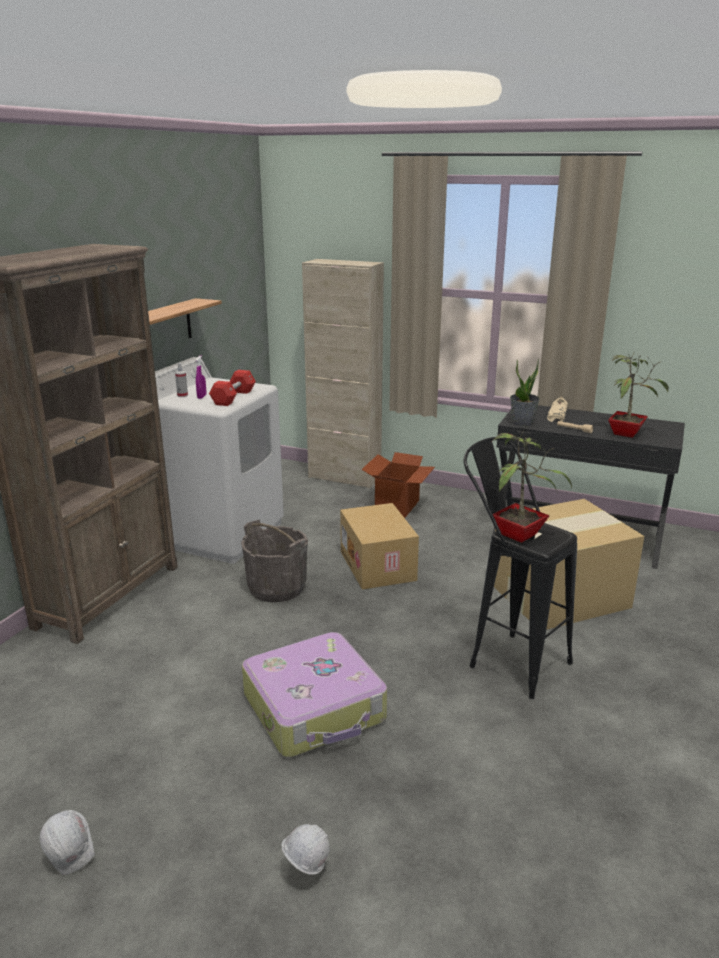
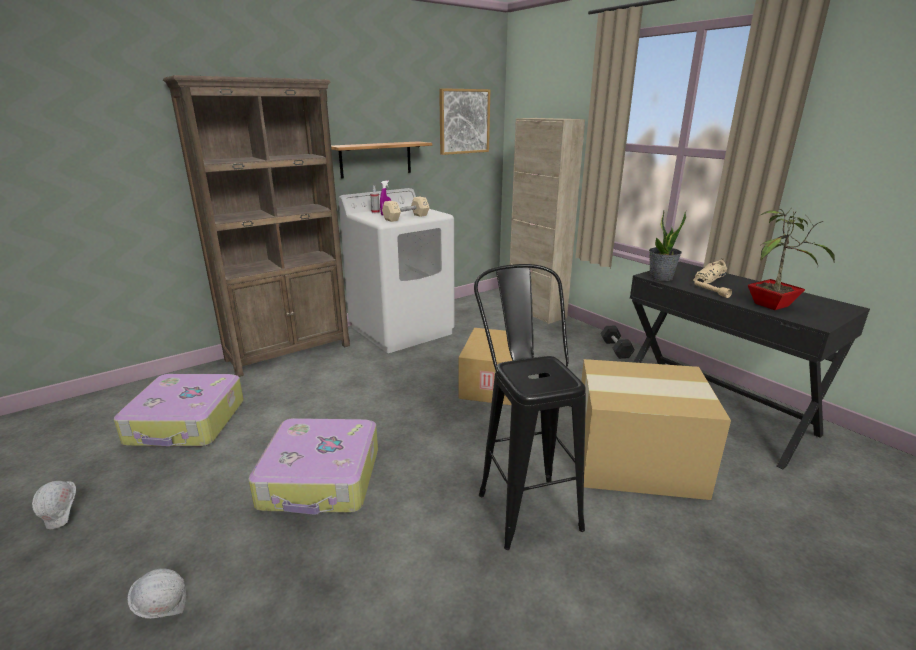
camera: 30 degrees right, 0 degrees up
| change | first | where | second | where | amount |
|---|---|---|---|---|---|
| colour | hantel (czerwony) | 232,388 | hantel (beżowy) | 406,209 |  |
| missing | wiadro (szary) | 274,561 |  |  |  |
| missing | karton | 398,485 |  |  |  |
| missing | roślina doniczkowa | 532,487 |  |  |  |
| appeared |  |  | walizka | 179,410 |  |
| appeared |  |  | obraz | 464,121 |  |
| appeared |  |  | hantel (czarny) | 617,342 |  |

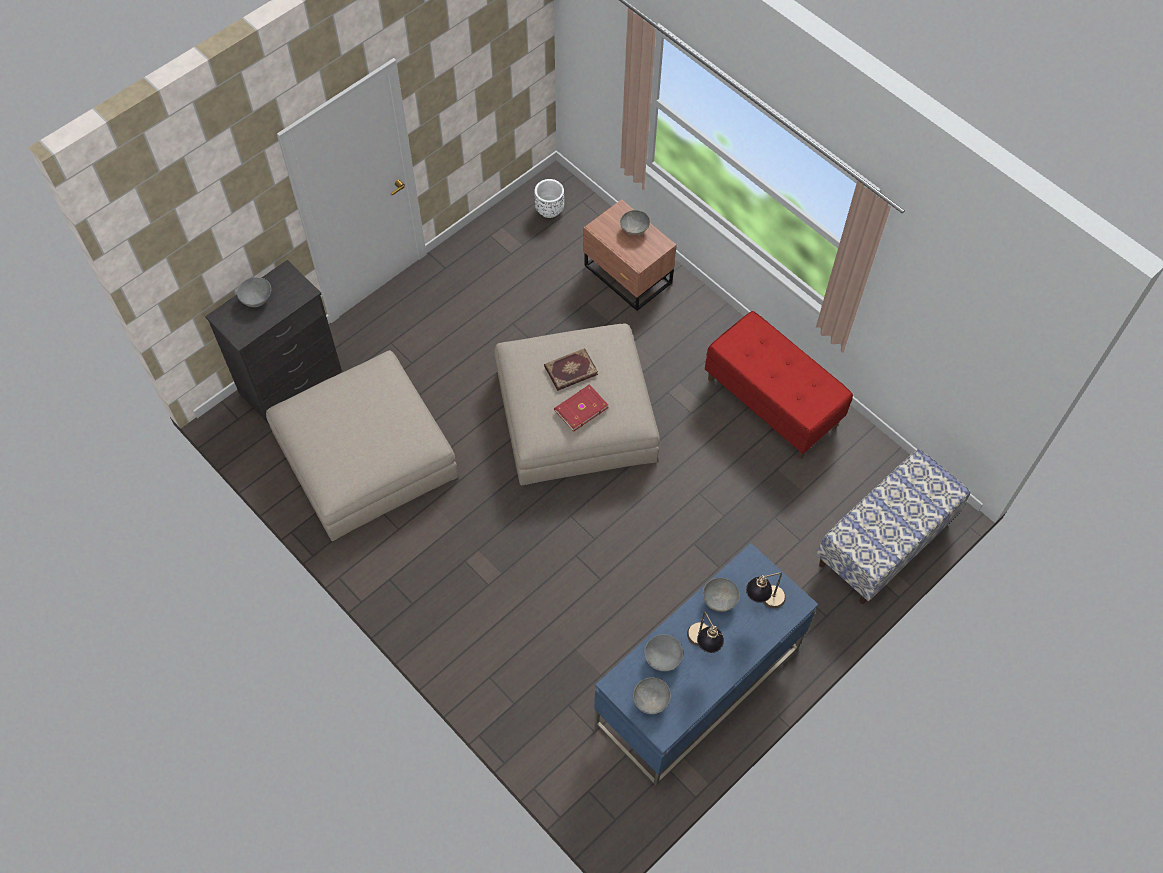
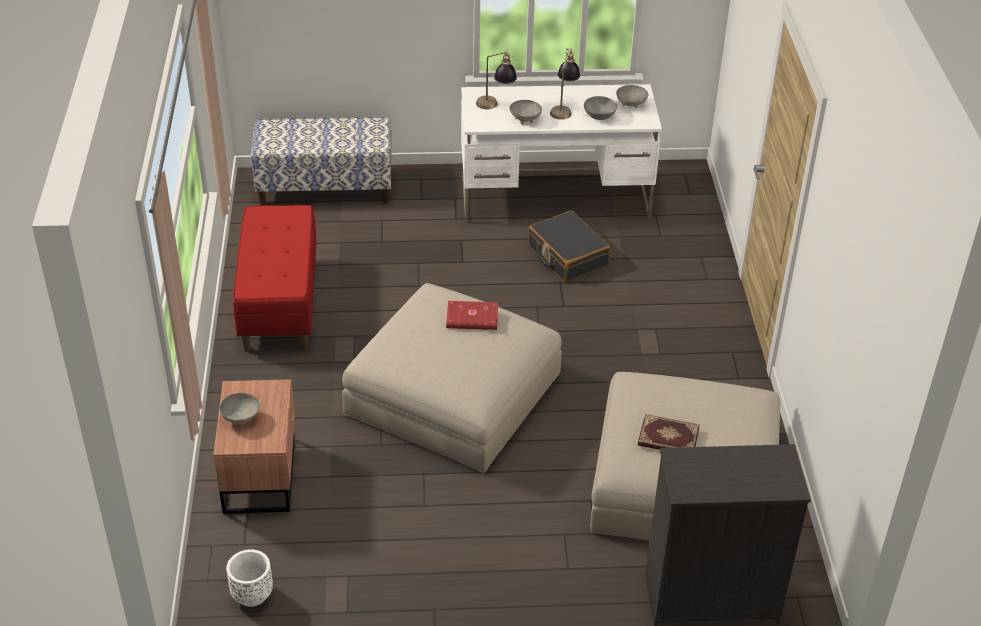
camera: 140 degrees left, 20 degrees down
| change | first | where | second | where | amount |
|---|---|---|---|---|---|
| missing | miska (szary) | 254,292 |  |  |  |
| relocated | książka | 571,369 |  | 669,432 |  |
| colour | biurko (niebieski) | 706,664 | biurko (biały) | 561,153 |  |
| appeared |  |  | walizka (czarny) | 569,246 |  |

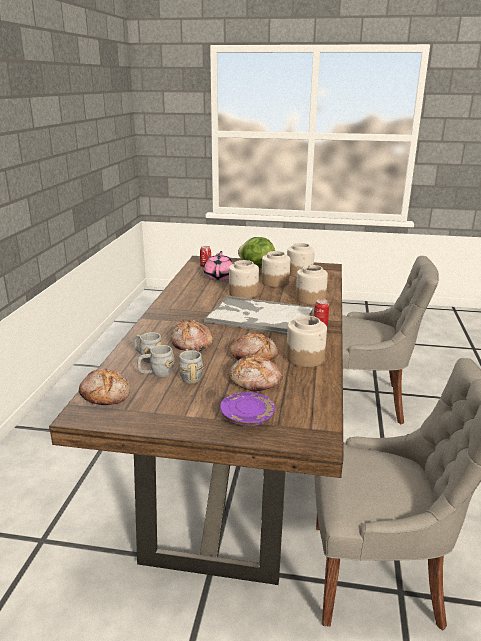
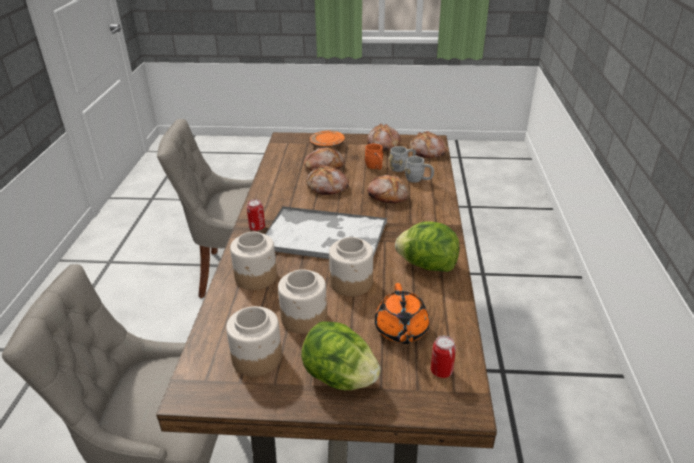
camera: 175 degrees right, 10 degrees up
| change | first | where | second | where | amount |
|---|---|---|---|---|---|
| colour | kubek (szary) | 190,366 | kubek (pomarańczowy) | 373,157 |  |
| colour | imbryk (różowy) | 218,265 | imbryk (pomarańczowy) | 402,313 |  |
| colour | talerz (fioletowy) | 247,409 | talerz (pomarańczowy) | 327,140 |  |
| missing | słoik | 306,341 |  |  |  |
| appeared |  |  | chleb | 384,137 |  |
| appeared |  |  | sałata | 427,246 |  |

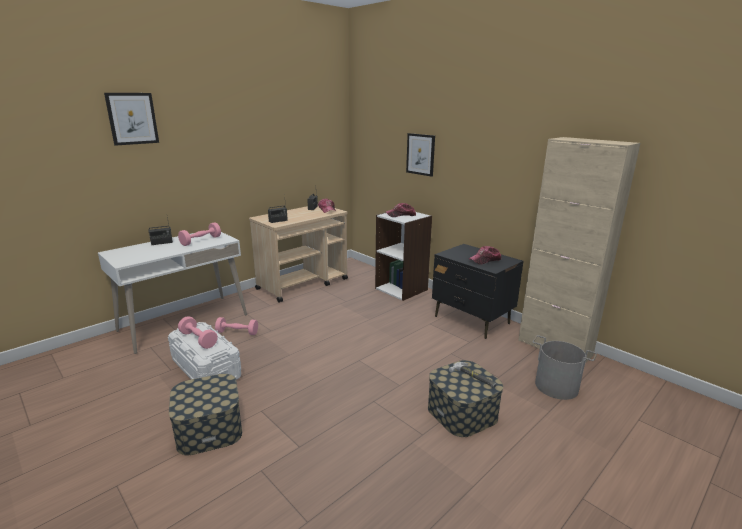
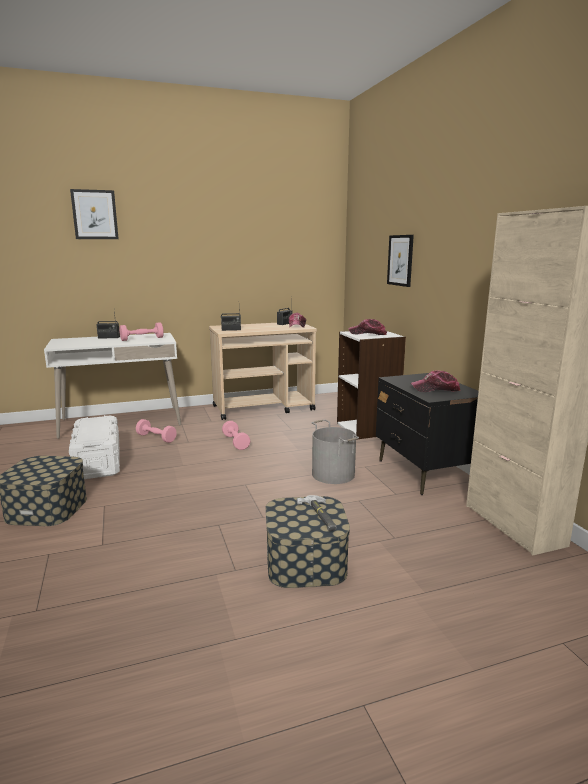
camera: 25 degrees right, 5 degrees down
| change | first | where | second | where | amount |
|---|---|---|---|---|---|
| relocated | hantel (różowy) | 198,332 |  | 236,435 |  |
| relocated | wiadro (szary) | 564,367 |  | 335,452 |  |

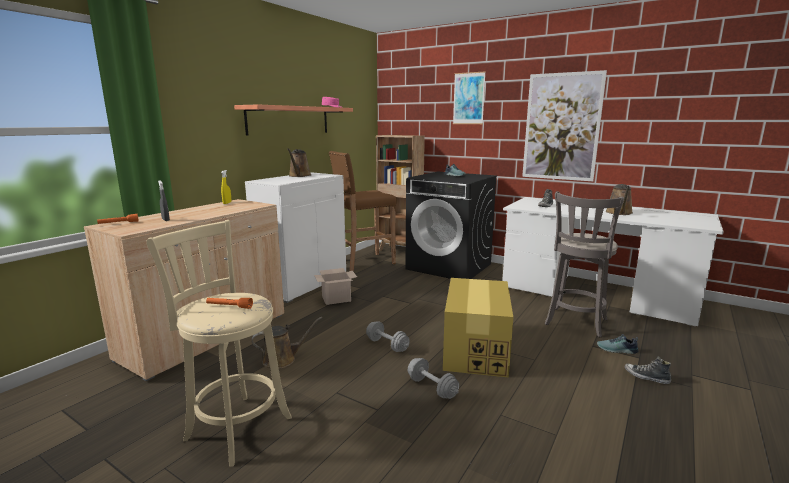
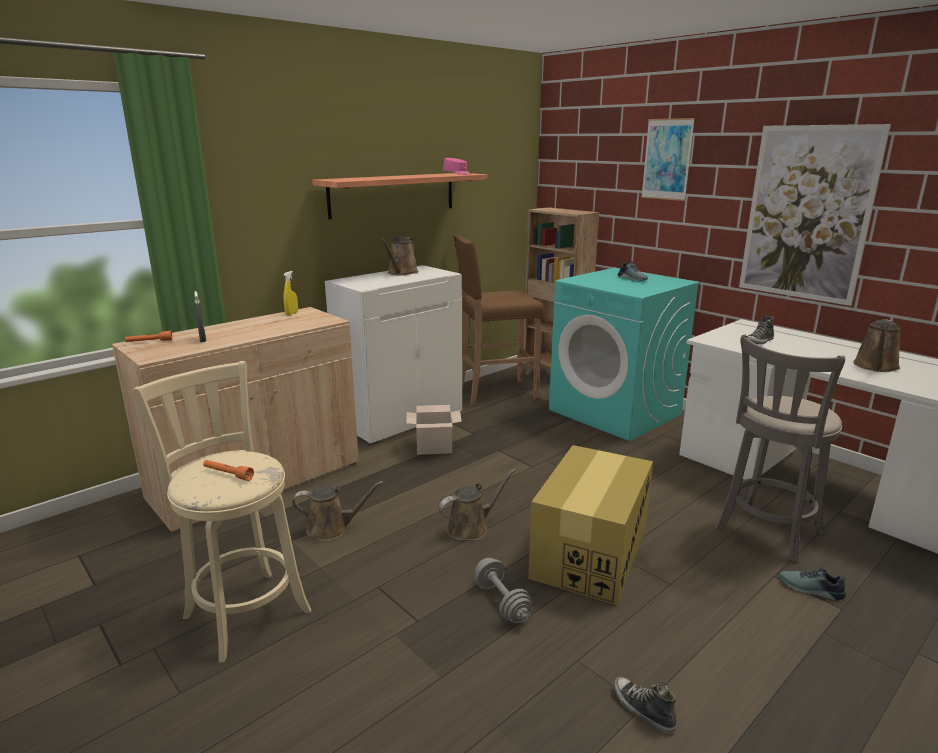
camera: 15 degrees right, 5 degrees up
| change | first | where | second | where | amount |
|---|---|---|---|---|---|
| exchanged | hantel (szary) | 388,336 | konewka (brązowy) | 477,505 |  |
| colour | pralka (czarny) | 451,225 | pralka (turkusowy) | 624,354 |  |
| relocated | but | 647,370 |  | 645,705 |  |

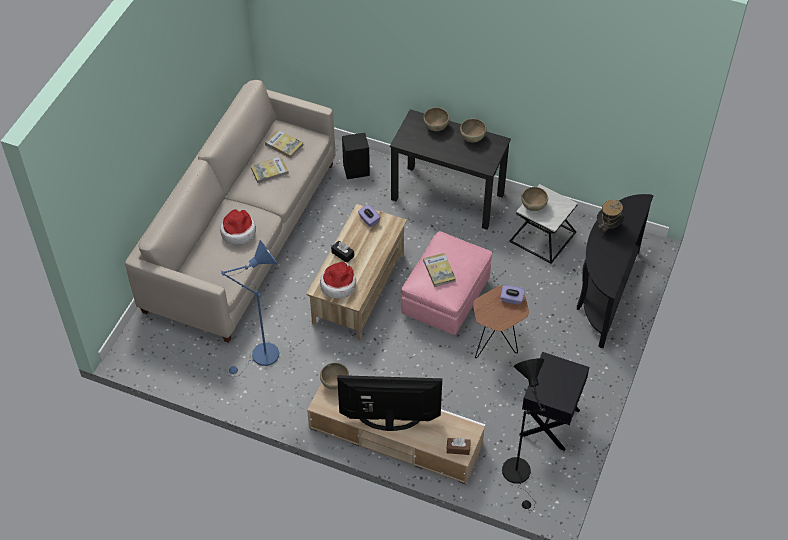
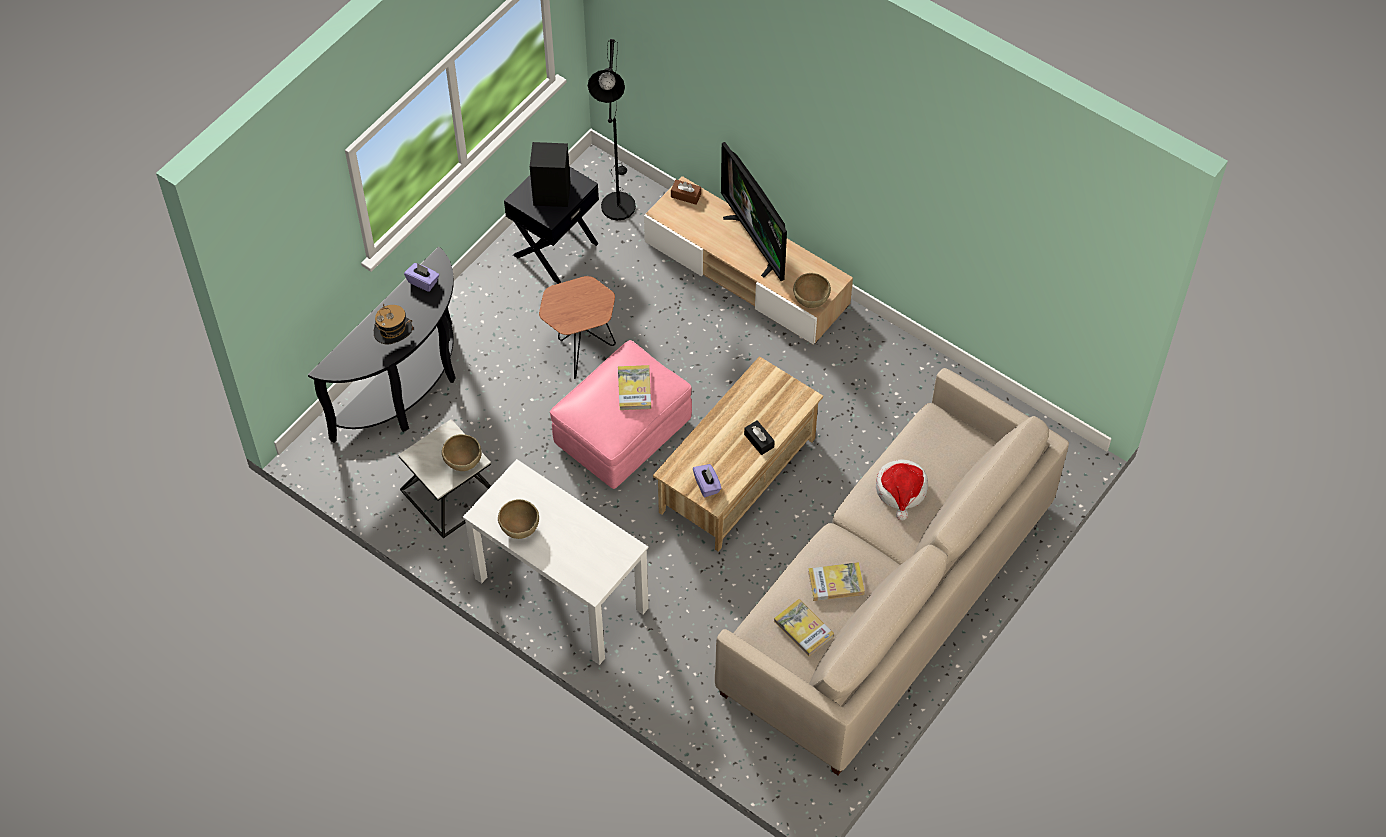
camera: 165 degrees left, 5 degrees up
| change | first | where | second | where | amount |
|---|---|---|---|---|---|
| missing | lampa stojąca (niebieski) | 250,308 |  |  |  |
| missing | kapelusz | 338,280 |  |  |  |
| spun | telewizor | 389,403 |  | 754,211 | 45 degrees clockwise |
| relocated | głośnik (czarny) | 356,156 |  | 550,174 |  |
| colour | biurko (czarny) | 450,169 | biurko (biały) | 556,562 |  |
| missing | miska (brązowy) | 436,119 |  |  |  |
| relocated | pudełko chusteczek (fioletowy) | 512,295 |  | 421,277 |  |

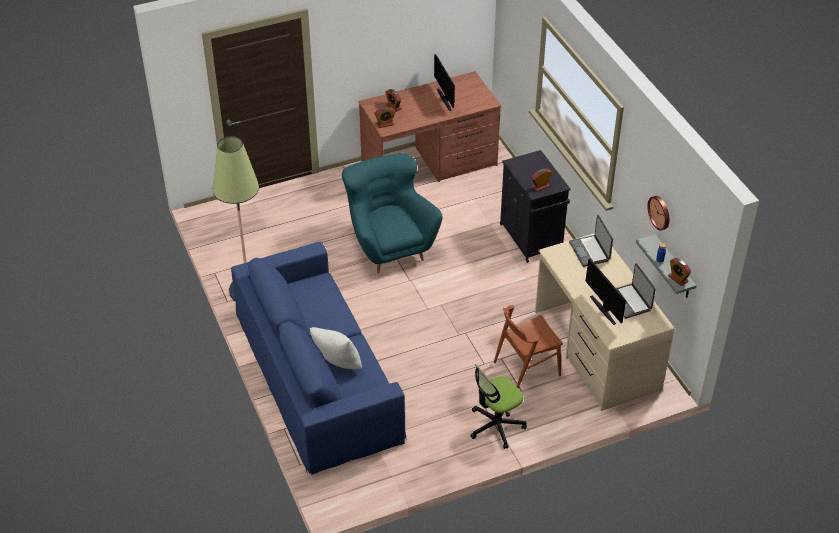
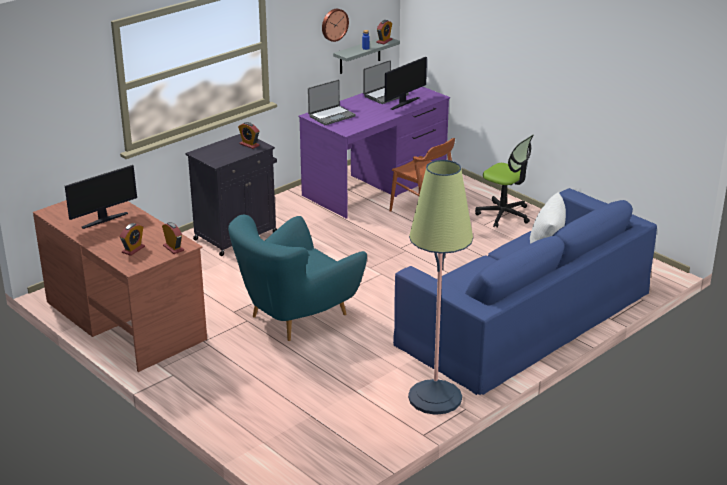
camera: 110 degrees left, 15 degrees down
| change | first | where | second | where | amount |
|---|---|---|---|---|---|
| colour | biurko (beżowy) | 605,322 | biurko (fioletowy) | 374,153 |  |

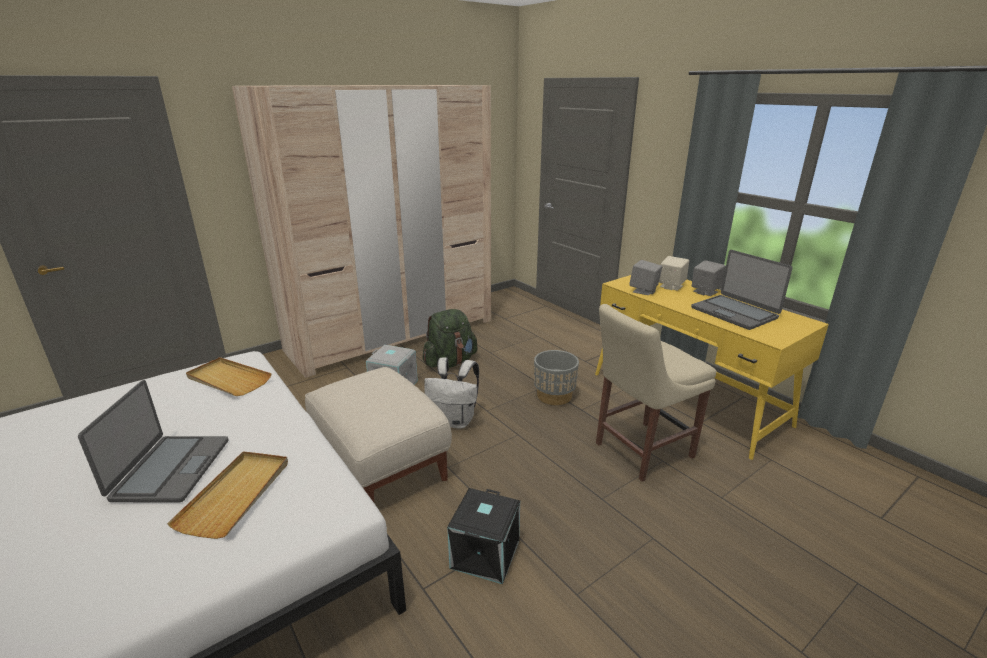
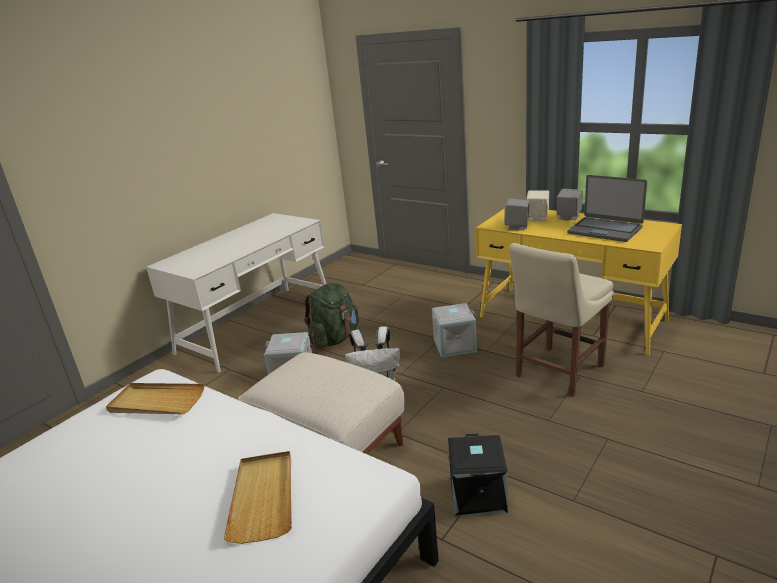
camera: 15 degrees left, 0 degrees up
| change | first | where | second | where | amount |
|---|---|---|---|---|---|
| missing | laptop | 153,441 |  |  |  |
| exchanged | szafa (beżowy) | 361,231 | biurko (biały) | 236,293 |  |
| exchanged | donica (szary) | 556,377 | pojemnik do przechowywania (szary) | 454,330 |  |

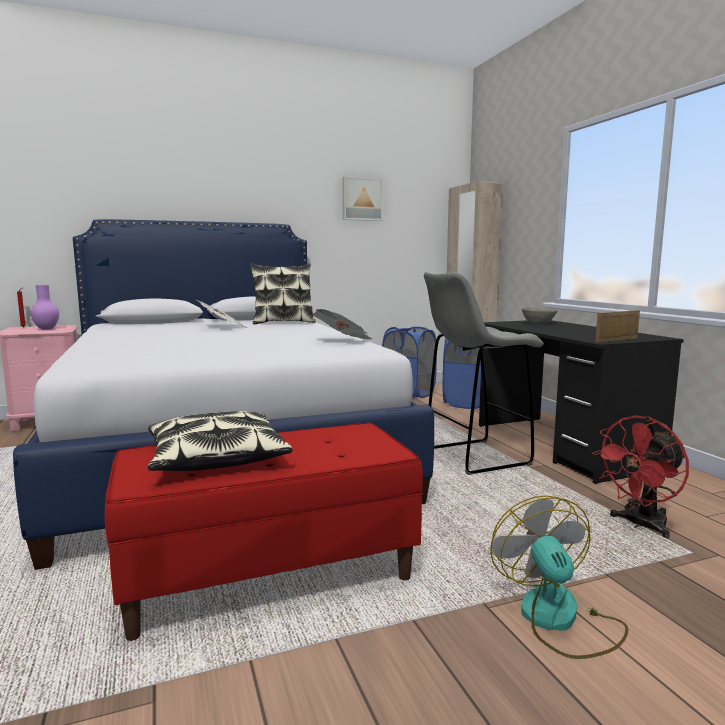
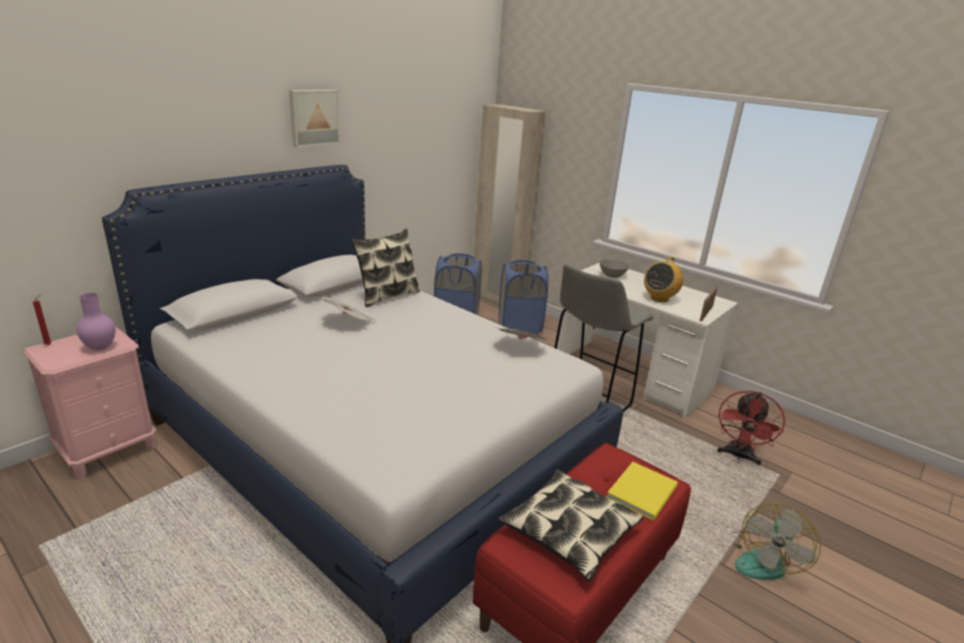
camera: 30 degrees left, 15 degrees up
| change | first | where | second | where | amount |
|---|---|---|---|---|---|
| relocated | obraz | 363,198 |  | 315,119 |  |
| colour | biurko (czarny) | 581,402 | biurko (biały) | 647,340 |  |
| spun | wentylator | 559,577 |  | 776,541 | 105 degrees counterclockwise |
| appeared |  |  | książka (żółty) | 642,491 |  |
| appeared |  |  | radio | 663,279 |  |

